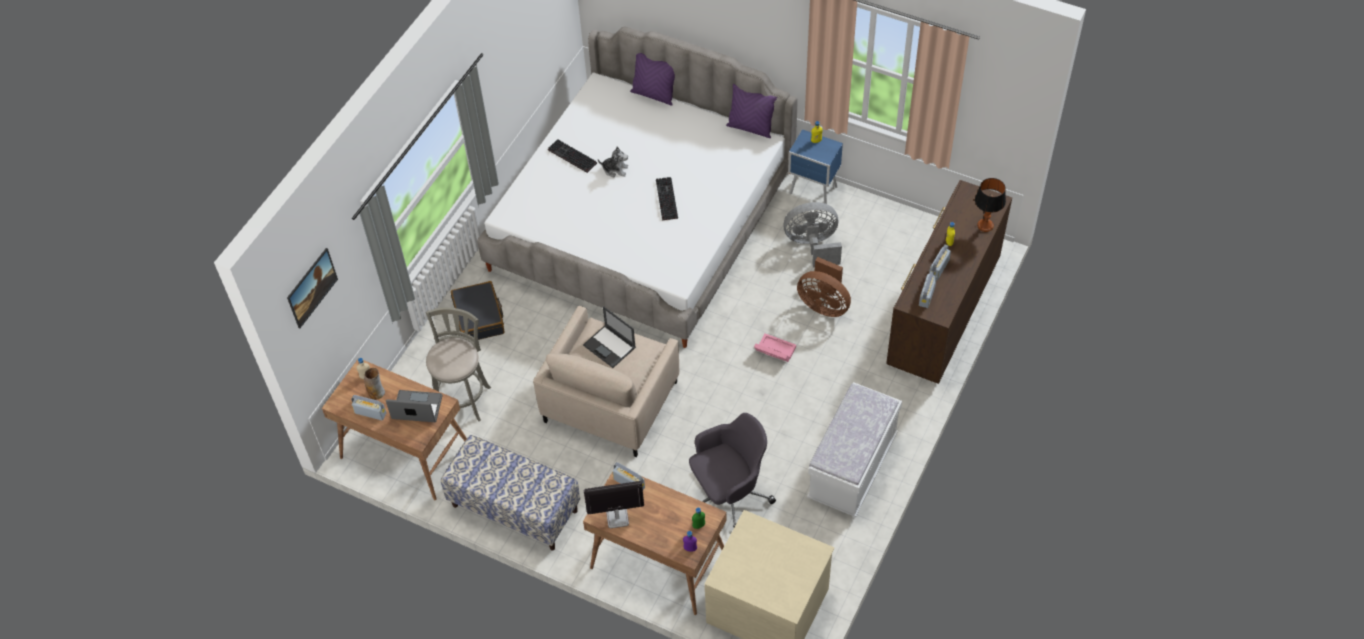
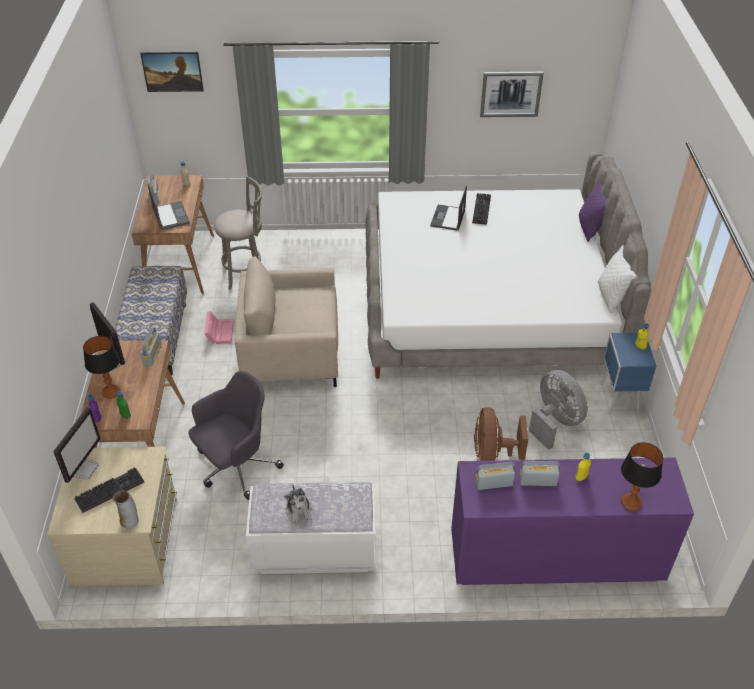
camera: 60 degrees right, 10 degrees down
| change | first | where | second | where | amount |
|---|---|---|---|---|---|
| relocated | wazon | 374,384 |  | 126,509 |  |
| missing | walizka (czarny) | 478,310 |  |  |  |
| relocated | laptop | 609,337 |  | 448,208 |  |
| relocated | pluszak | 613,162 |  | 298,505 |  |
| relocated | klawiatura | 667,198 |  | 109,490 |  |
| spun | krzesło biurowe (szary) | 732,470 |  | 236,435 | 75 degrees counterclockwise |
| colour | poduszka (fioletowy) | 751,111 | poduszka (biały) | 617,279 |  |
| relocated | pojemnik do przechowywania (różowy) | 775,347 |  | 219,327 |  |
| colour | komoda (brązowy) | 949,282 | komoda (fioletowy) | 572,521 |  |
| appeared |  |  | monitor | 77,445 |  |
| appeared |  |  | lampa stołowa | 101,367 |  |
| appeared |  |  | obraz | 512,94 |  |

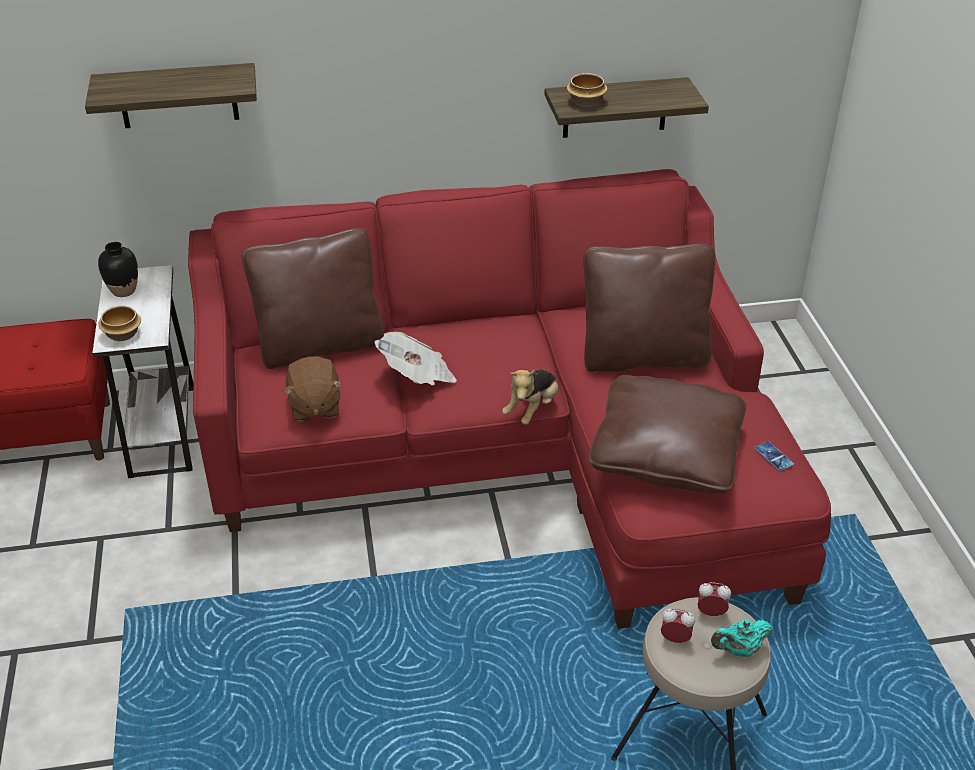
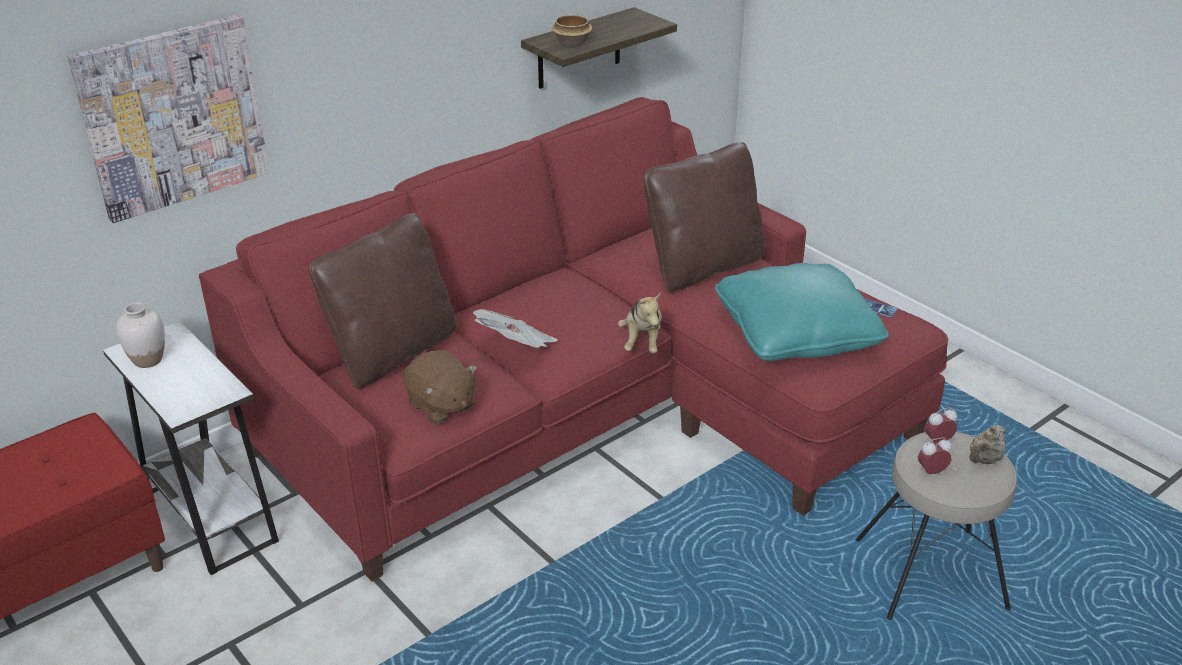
camera: 30 degrees left, 5 degrees down
| change | first | where | second | where | amount |
|---|---|---|---|---|---|
| exchanged | półka | 171,95 | obraz | 168,118 |  |
| colour | wazon (czarny) | 118,269 | wazon (biały) | 140,335 |  |
| missing | miska | 119,323 |  |  |  |
| colour | poduszka (brązowy) | 667,434 | poduszka (turkusowy) | 802,312 |  |
| colour | imbryk (turkusowy) | 742,638 | imbryk (beżowy) | 988,444 |  |

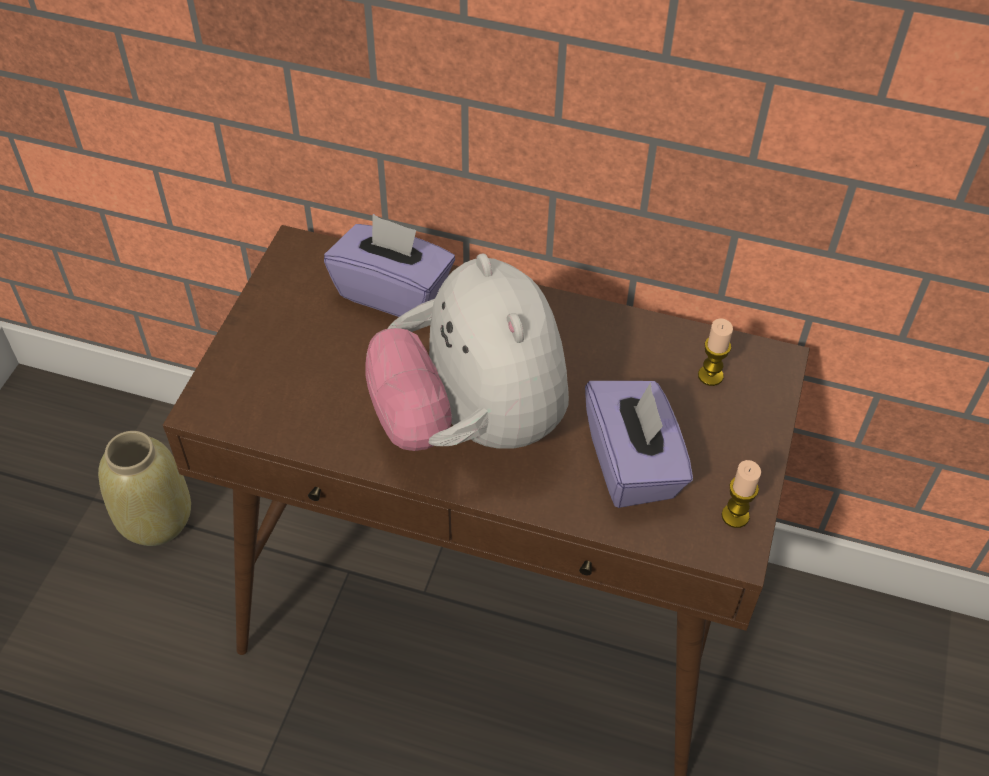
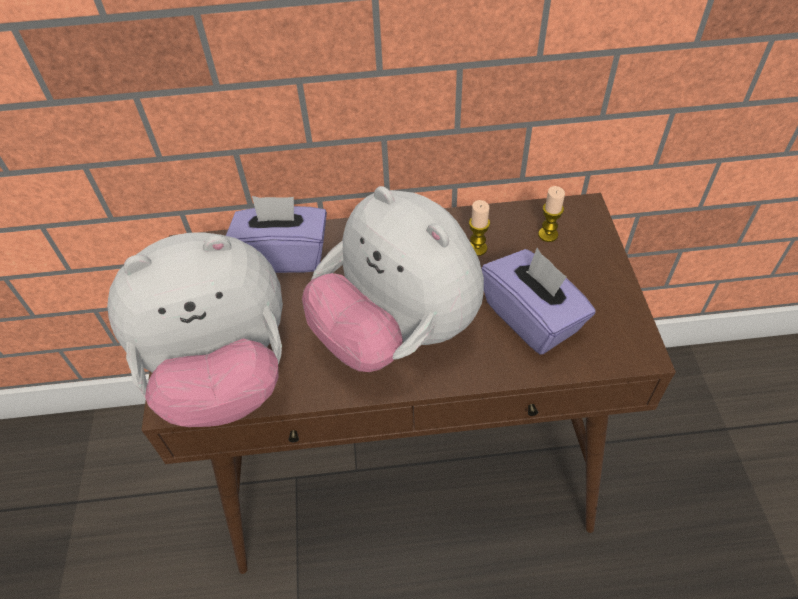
camera: 20 degrees left, 0 degrees up
| change | first | where | second | where | amount |
|---|---|---|---|---|---|
| missing | wazon (beżowy) | 144,488 |  |  |  |
| relocated | świeca | 741,494 |  | 479,228 |  |
| appeared |  |  | pluszak | 195,329 |  |

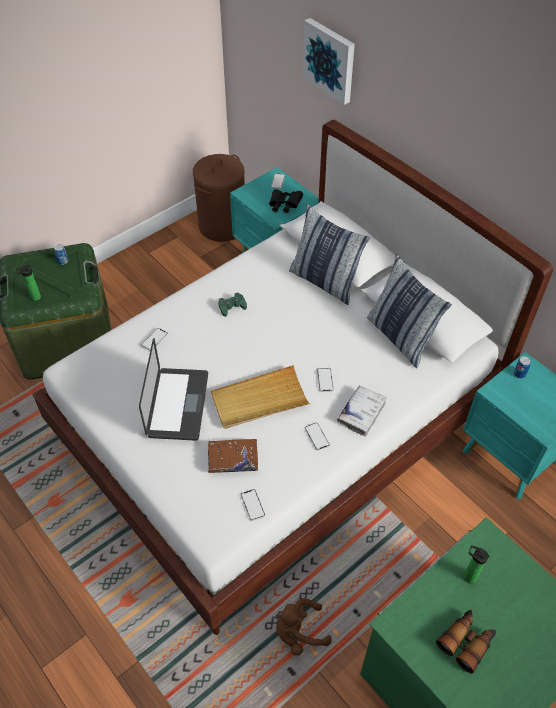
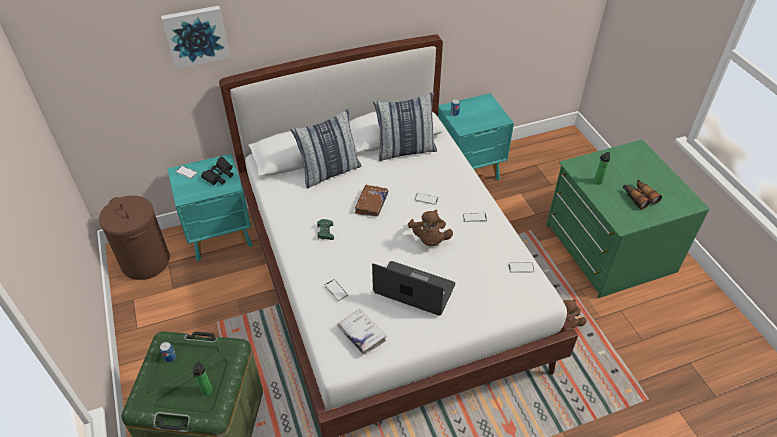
camera: 70 degrees left, 5 degrees down
| change | first | where | second | where | amount |
|---|---|---|---|---|---|
| relocated | książka (brązowy) | 233,456 |  | 371,201 |  |
| exchanged | taca (beżowy) | 260,397 | pluszak (brązowy) | 430,228 |  |
| relocated | książka (biały) | 362,410 |  | 362,331 |  |

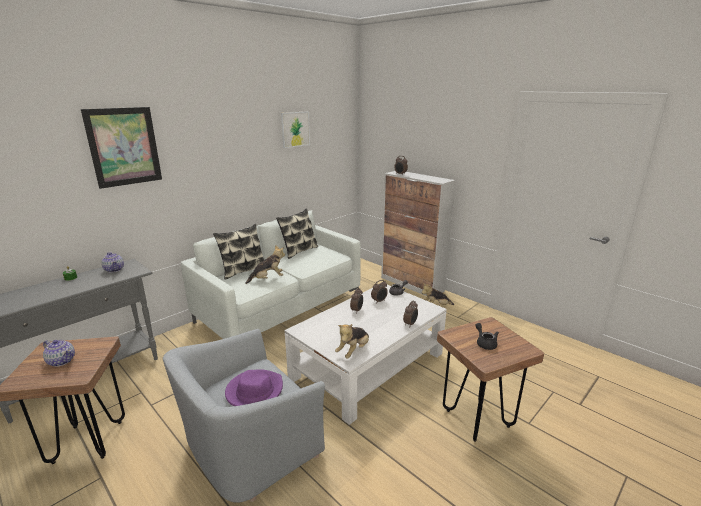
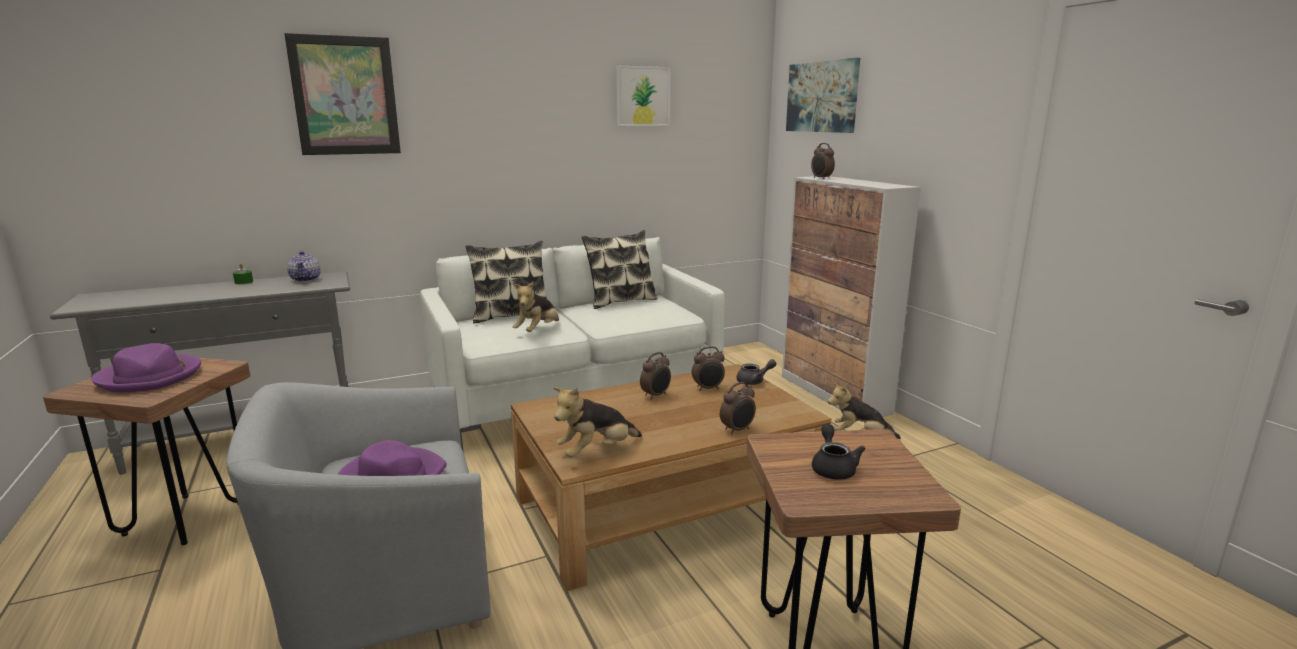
camera: 20 degrees right, 5 degrees down
| change | first | where | second | where | amount |
|---|---|---|---|---|---|
| exchanged | imbryk | 59,353 | kapelusz (fioletowy) | 146,367 |  |
| spun | pluszak | 265,264 |  | 536,307 | 120 degrees clockwise |
| colour | ława (biały) | 365,355 | ława (brązowy) | 671,477 |  |
| appeared |  |  | obraz | 823,95 |  |

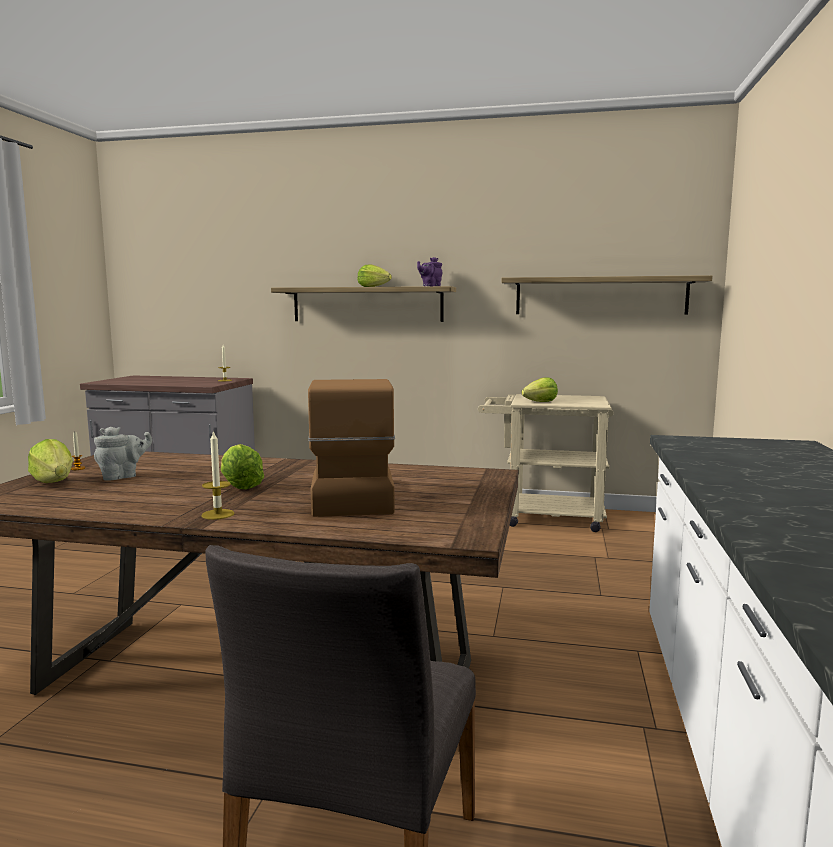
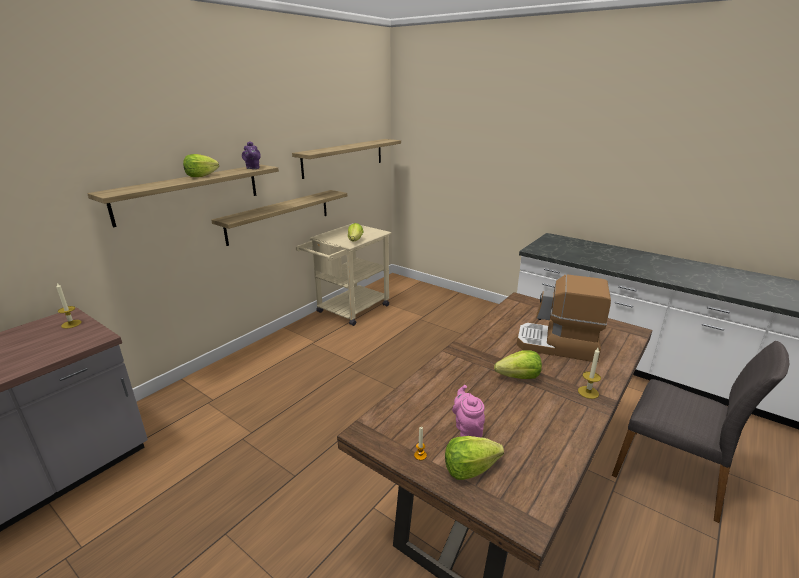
camera: 65 degrees left, 15 degrees up
| change | first | where | second | where | amount |
|---|---|---|---|---|---|
| colour | imbryk (szary) | 123,454 | imbryk (różowy) | 468,411 |  |
| appeared |  |  | półka | 279,218 |  |

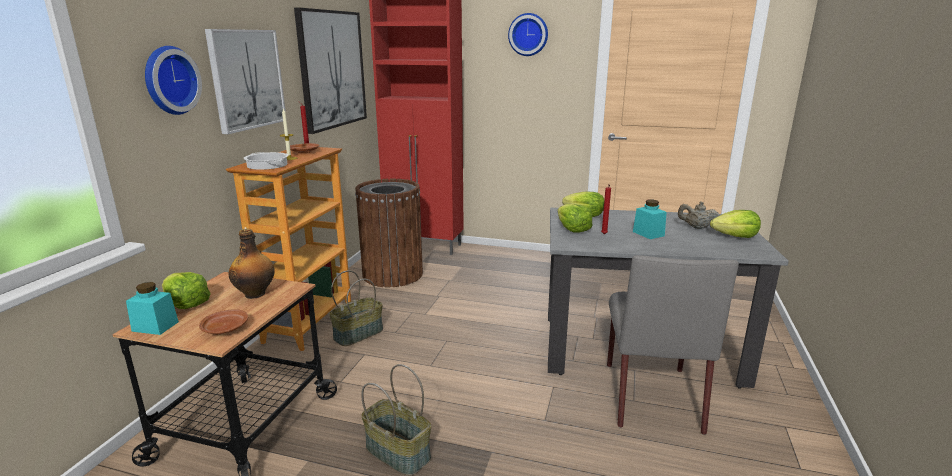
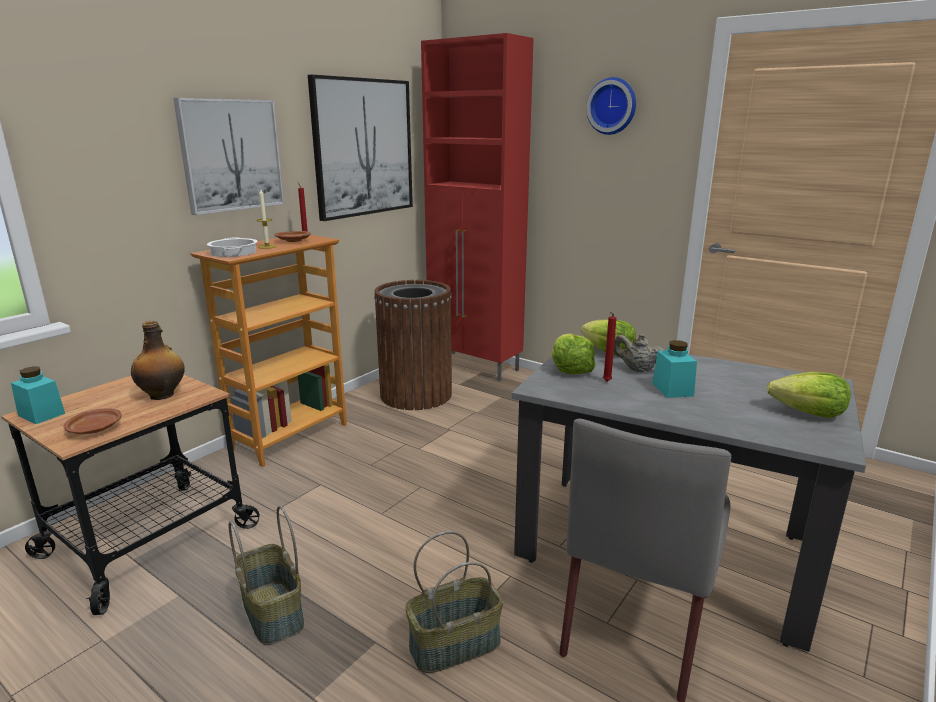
camera: 20 degrees right, 0 degrees up
| change | first | where | second | where | amount |
|---|---|---|---|---|---|
| missing | zegar ścienny | 173,80 |  |  |  |
| missing | sałata | 186,290 |  |  |  |
| relocated | koszyk | 356,308 |  | 454,602 |  |
| relocated | imbryk (beżowy) | 699,215 |  | 639,353 |  |

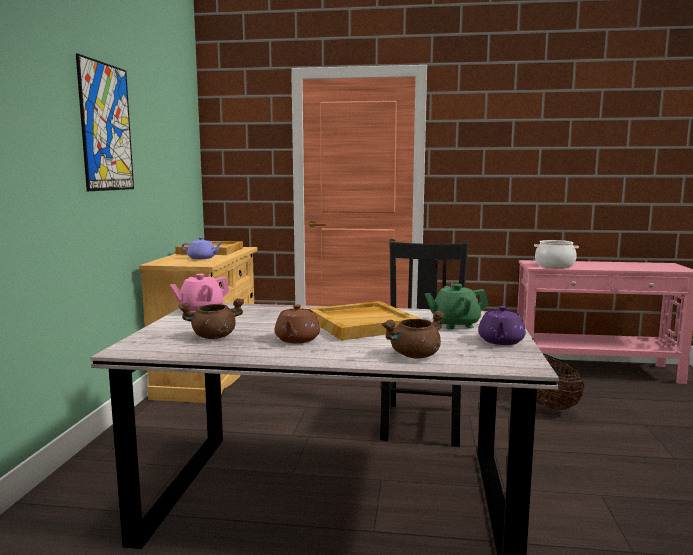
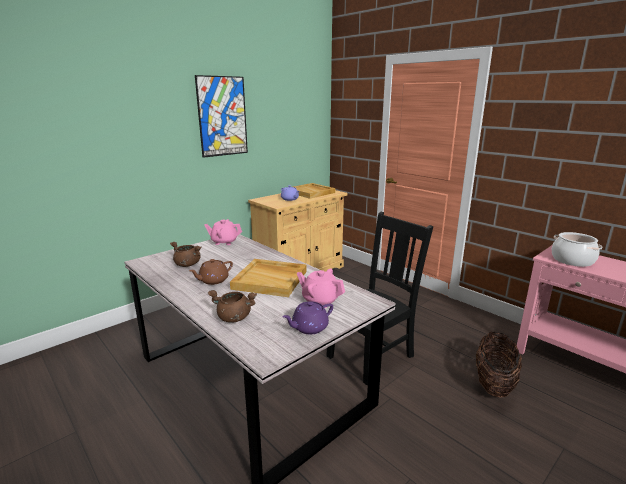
camera: 40 degrees right, 10 degrees up
| change | first | where | second | where | amount |
|---|---|---|---|---|---|
| colour | imbryk (zielony) | 456,306 | imbryk (różowy) | 321,288 |  |

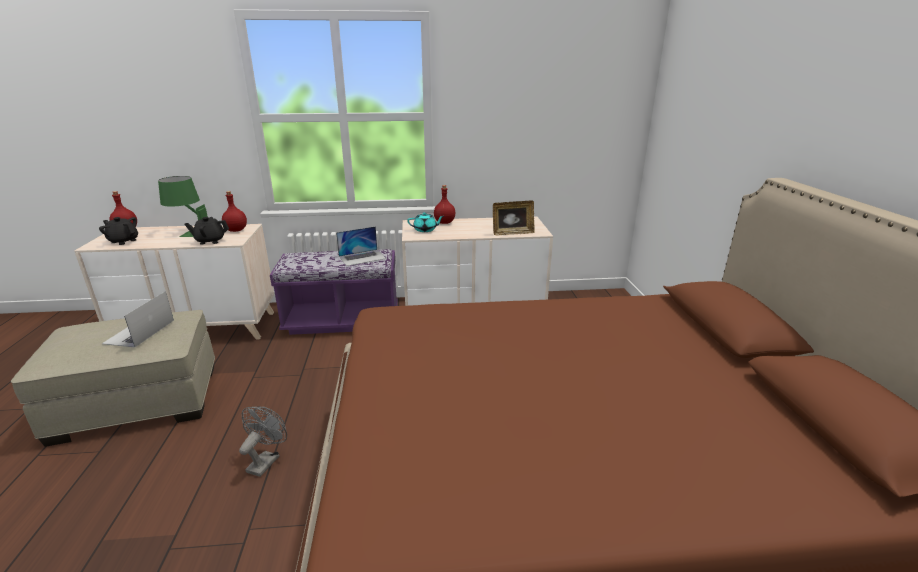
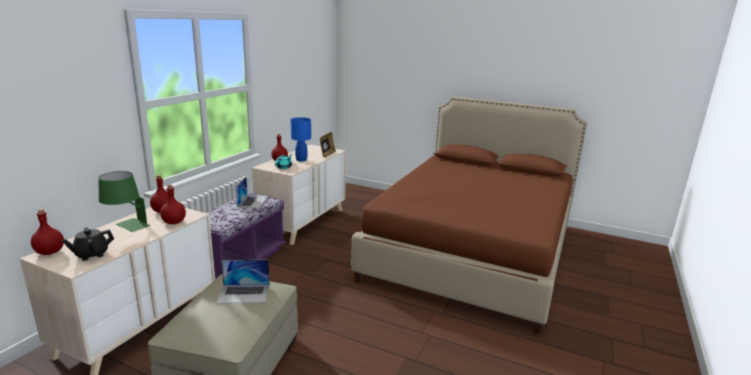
camera: 60 degrees left, 5 degrees down
| change | first | where | second | where | amount |
|---|---|---|---|---|---|
| spun | laptop | 138,319 |  | 243,281 | 45 degrees counterclockwise |
| exchanged | imbryk (czarny) | 206,231 | butelka (czerwony) | 173,204 |  |
| missing | wentylator (szary) | 263,441 |  |  |  |
| appeared |  |  | lampa stołowa (niebieski) | 301,139 |  |

